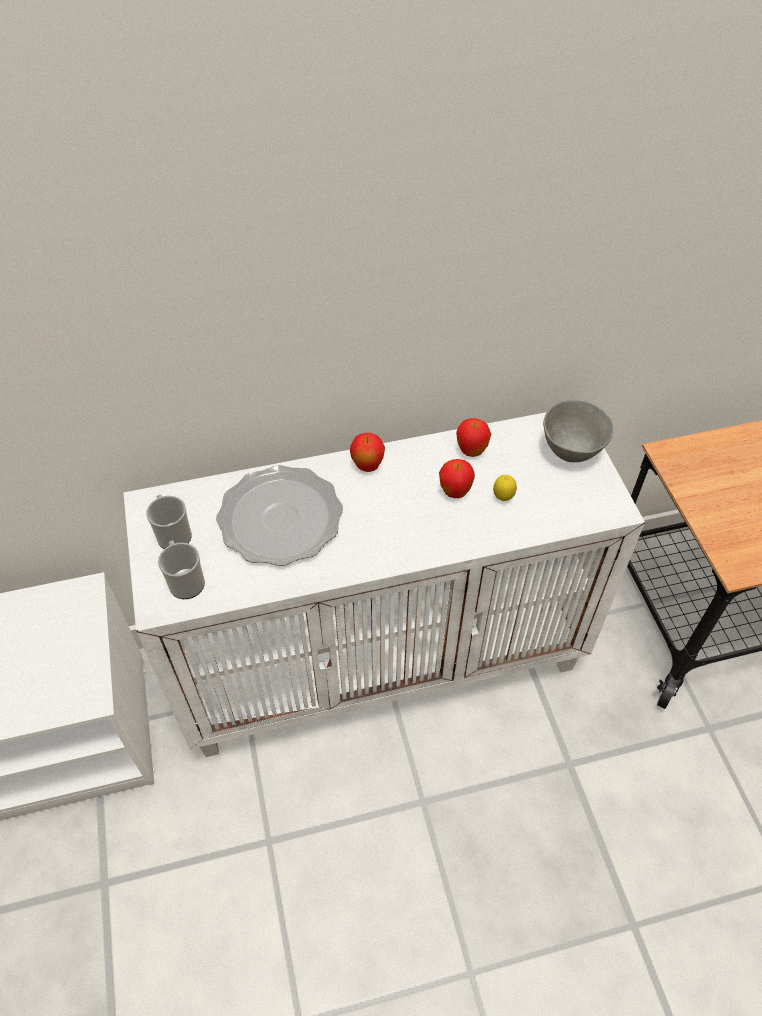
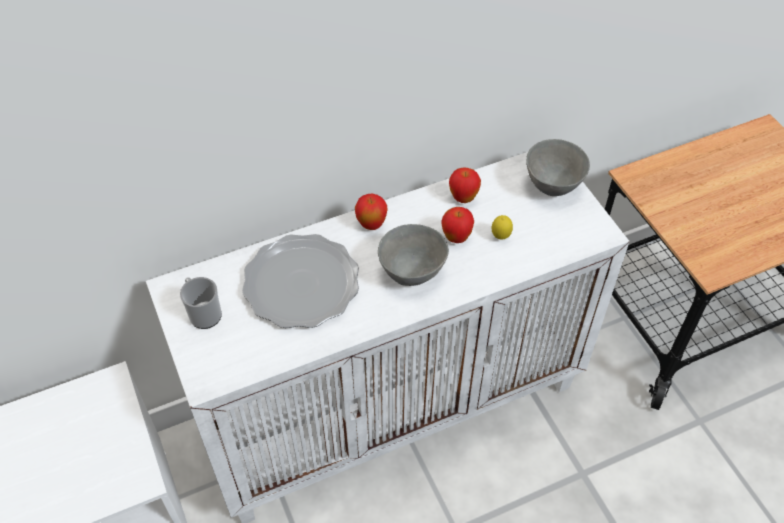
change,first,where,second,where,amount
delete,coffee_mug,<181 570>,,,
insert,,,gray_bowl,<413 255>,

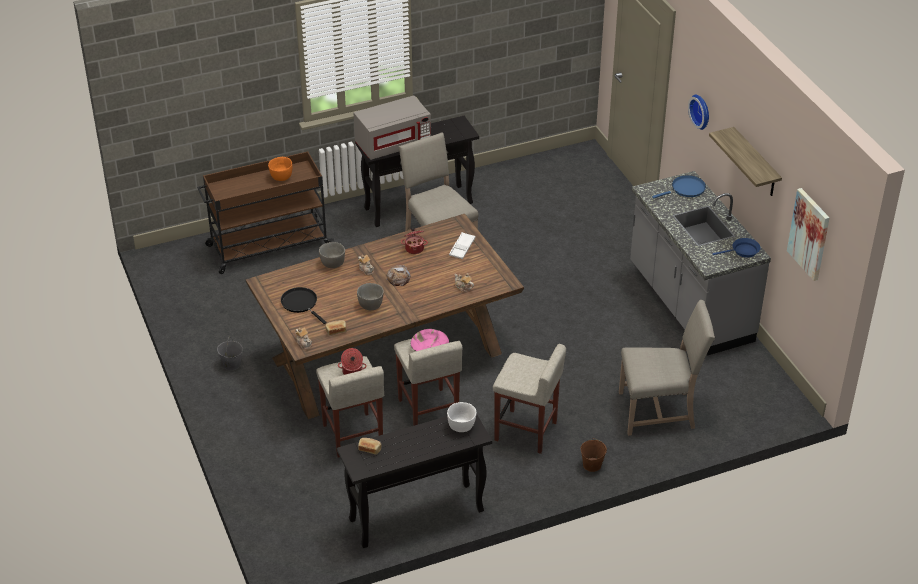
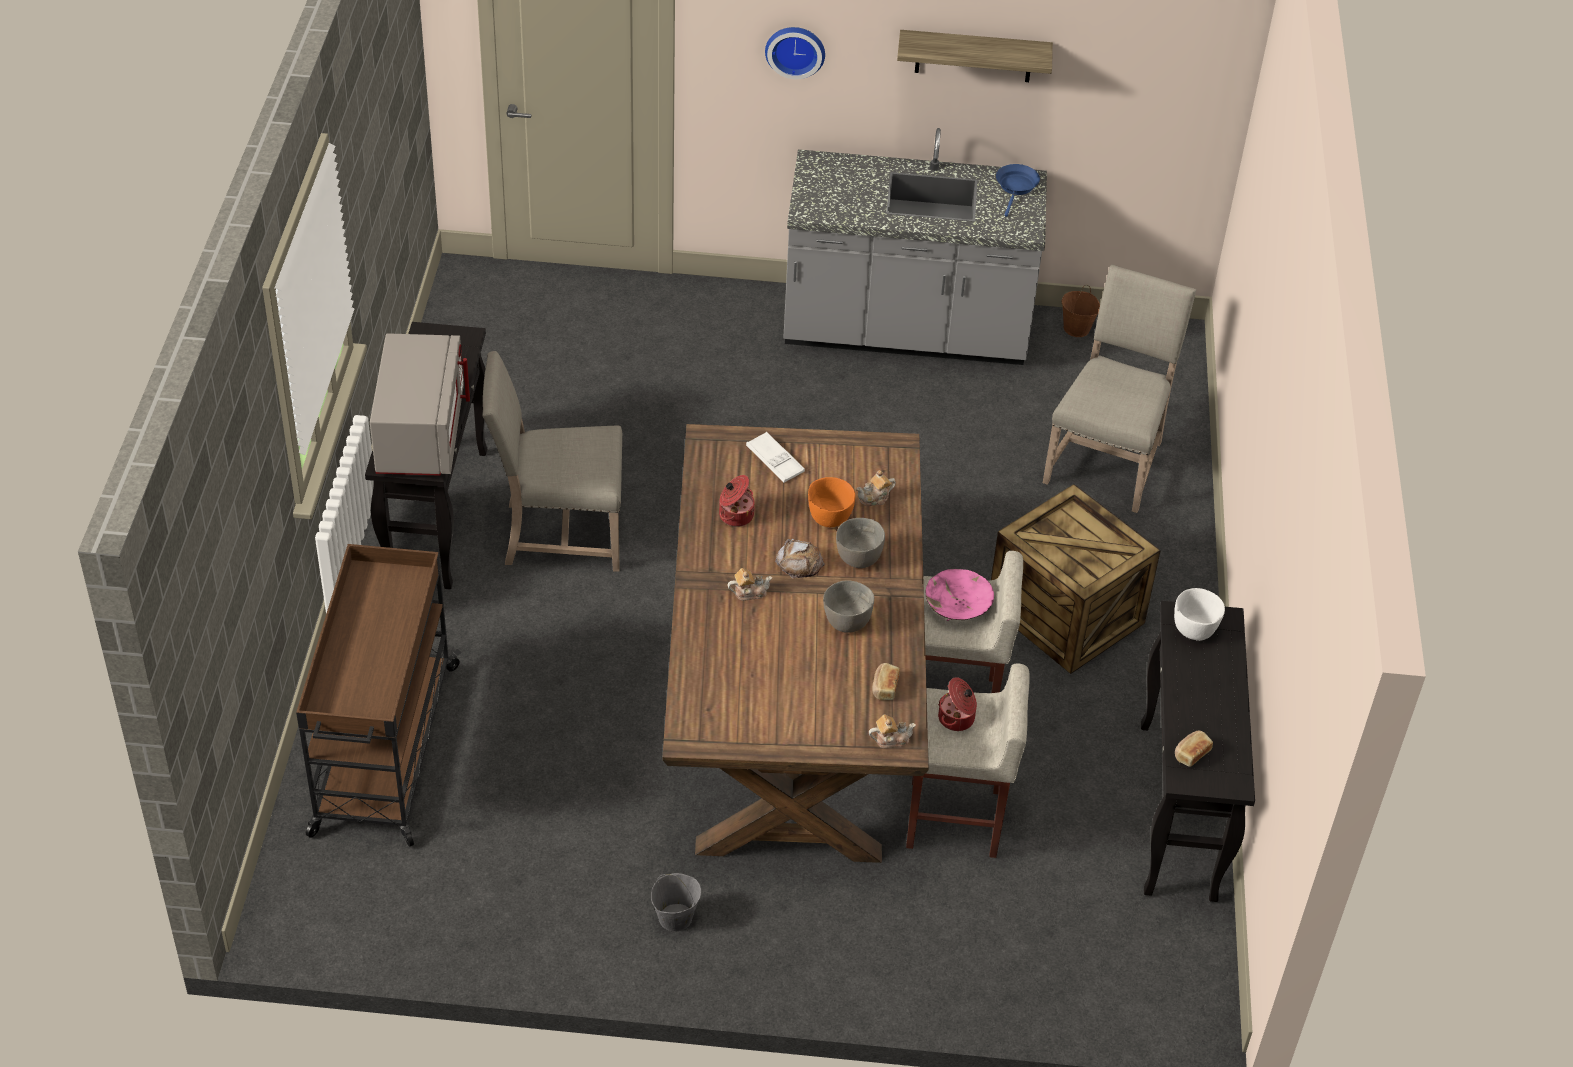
change,first,where,second,where,amount
delete,blackish_frying_pan,<303 305>,,,
delete,blue-coloured_frying_pan,<679 187>,,,
delete,wall_art,<808 234>,,,
move,orange-coloured_bowl,<280 169>,,<831 502>,
move,gray_bowl,<332 255>,,<860 543>,
move,brown-coloured_pail,<594 455>,,<1081 311>,
replace,sand-coloured_sitting_stool,<529 399>,packing_crate,<1076 579>,

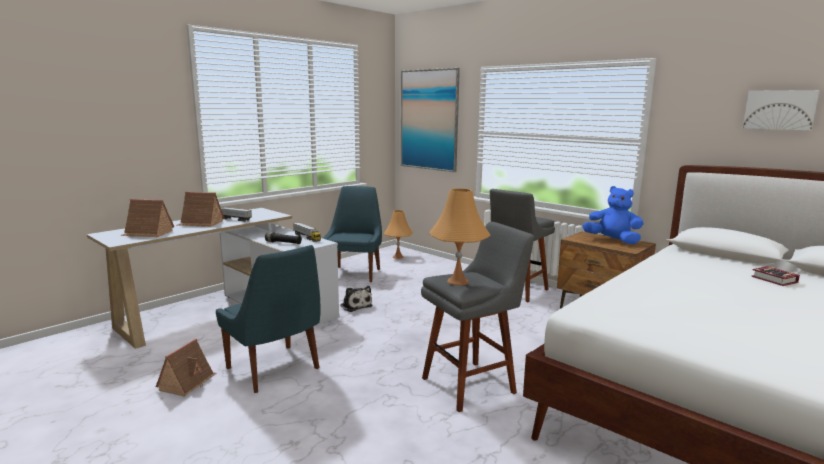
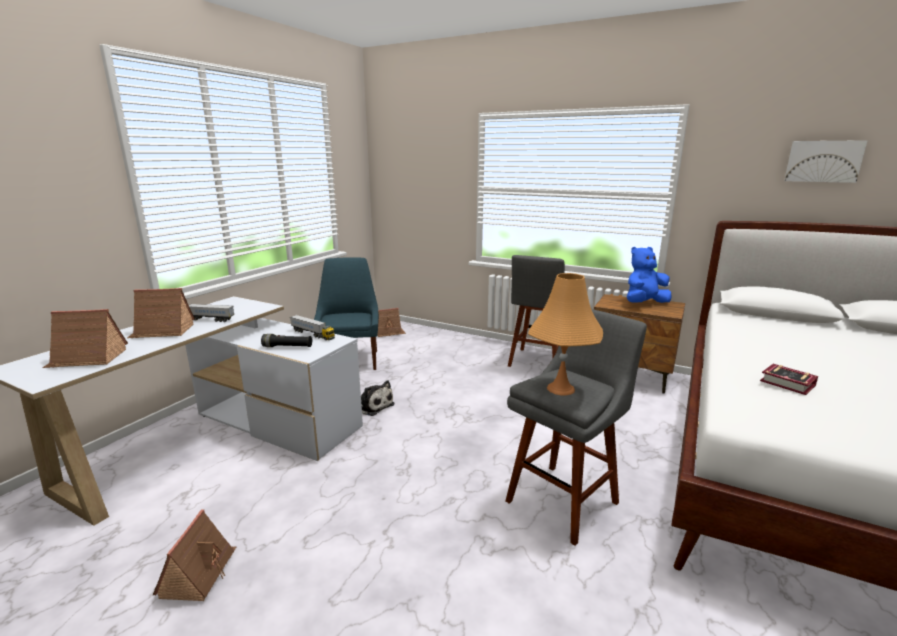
change,first,where,second,where,amount
delete,blue-coloured_chair,<268 319>,,,
delete,wall_art,<430 120>,,,
move,book,<775 276>,,<789 379>,
replace,orange-coloured_table_lamp,<398 234>,toy_house,<391 322>,
rotate,blue-coloured_cuddly_toy,<613 215>,,<649 275>,45 degrees counterclockwise

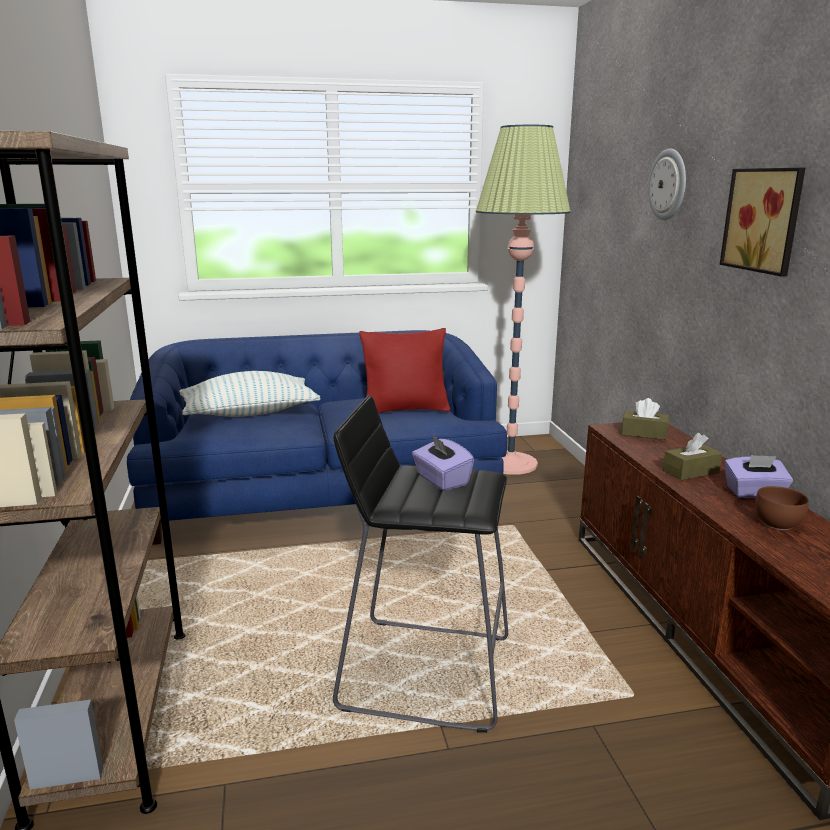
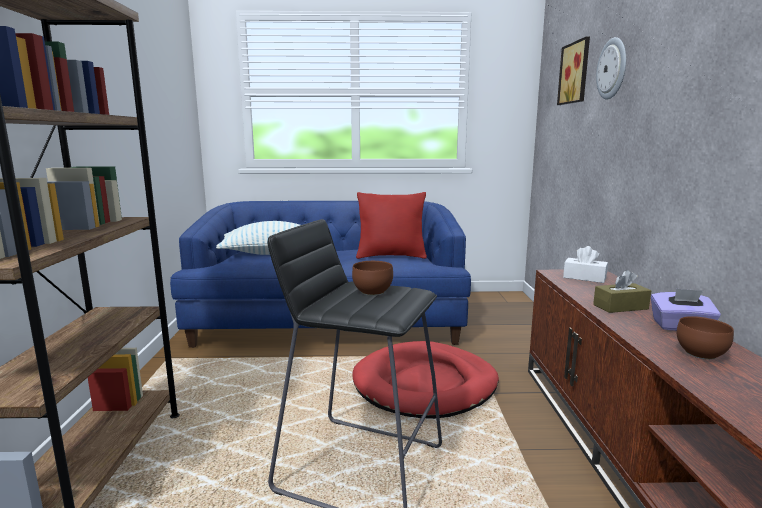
change,first,where,second,where,amount
delete,standing_lamp,<523 300>,,,
insert,,,red-coloured_pet_bed,<425 380>,
move,wall_art,<762 222>,,<573 70>,
replace,purple-coloured_tissue_box,<443 462>,brown-coloured_bowl,<372 278>,
recolor,brown-coloured_tissue_box,<645 419>,whitish_tissue_box,<585 264>,

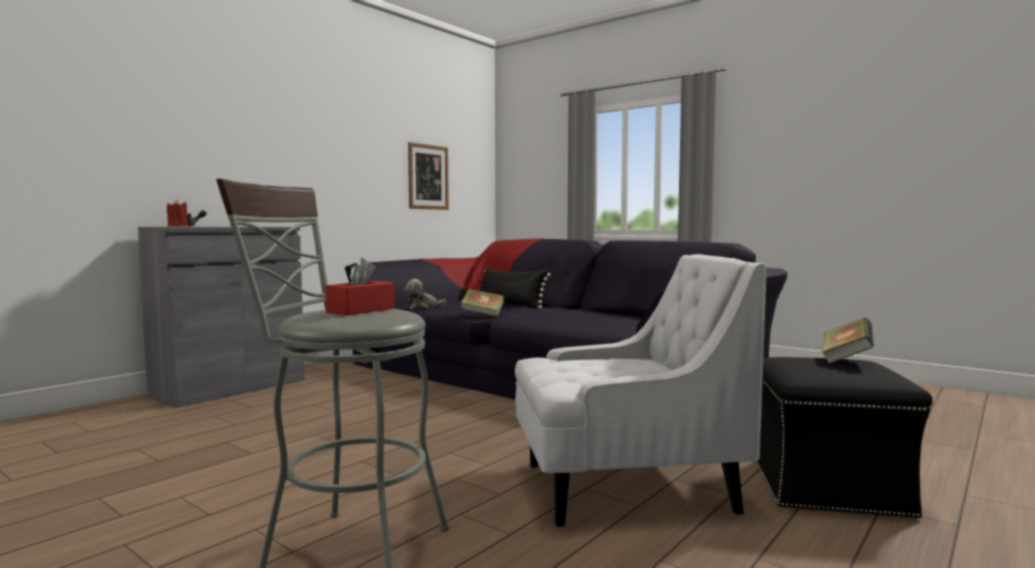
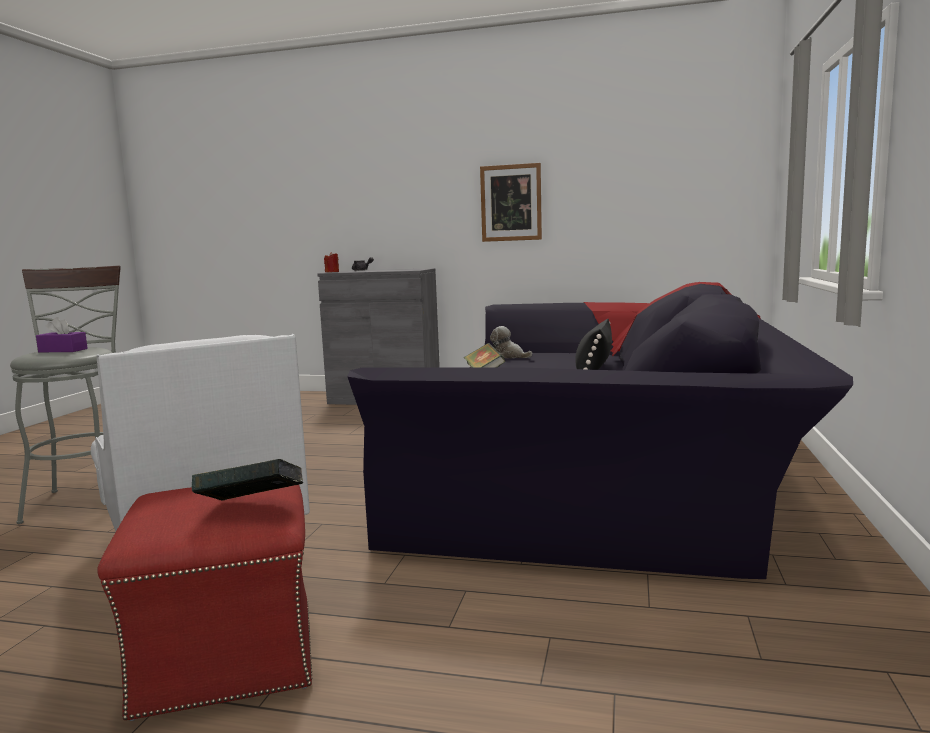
change,first,where,second,where,amount
move,wall_art,<428 176>,,<511 202>,
recolor,red-coloured_tissue_box,<360 286>,purple-coloured_tissue_box,<62 334>,
recolor,blackish_pouffe,<844 438>,red-coloured_pouffe,<204 603>,

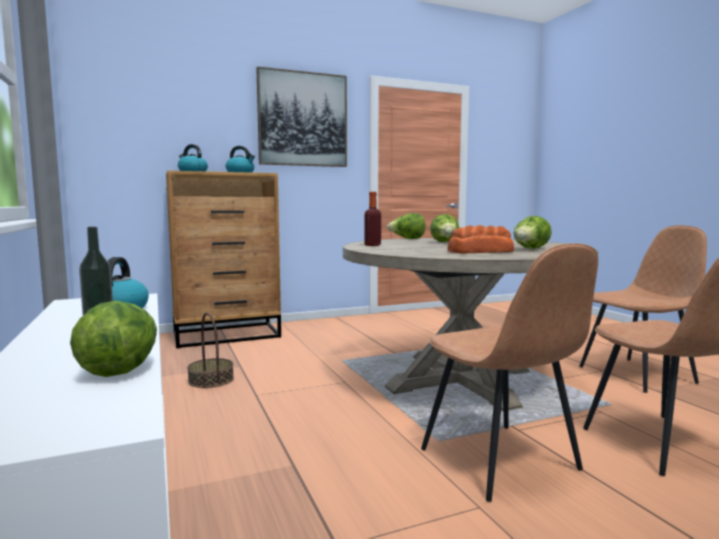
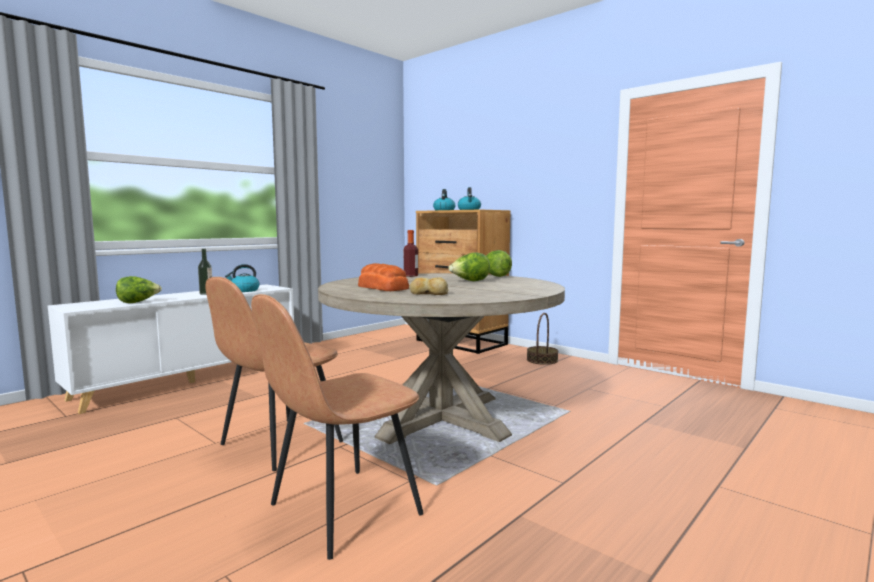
change,first,where,second,where,amount
delete,wall_art,<301 117>,,,
delete,brown-coloured_chair,<643 309>,,,
move,household_basket,<210 350>,,<542 339>,
replace,head_of_lettuce,<533 232>,bread,<428 286>,

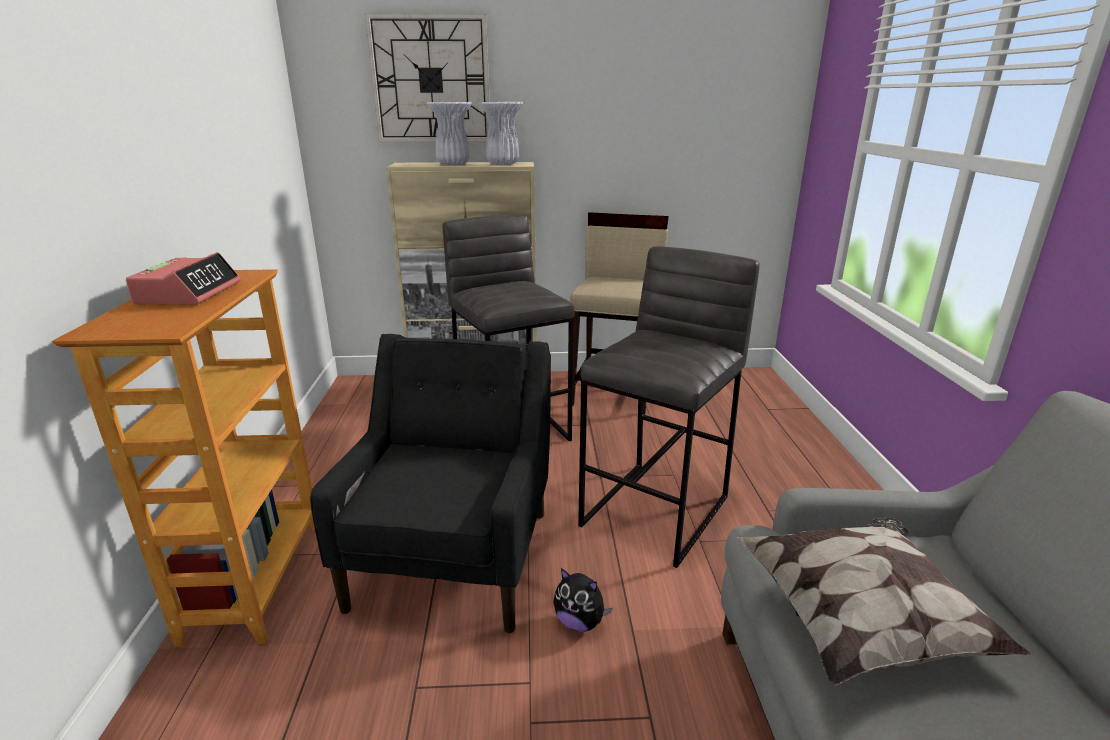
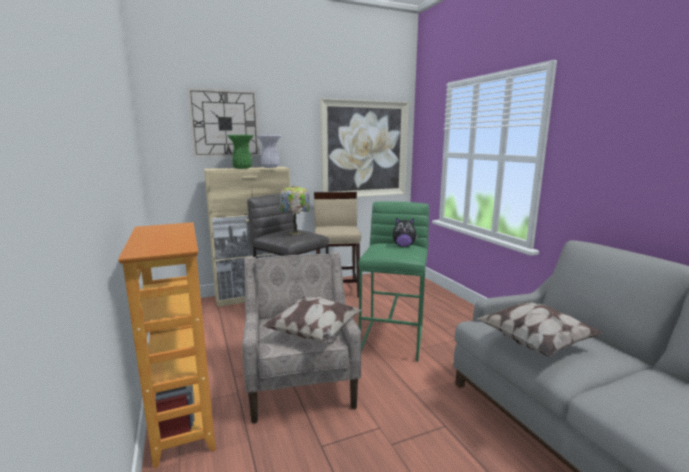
change,first,where,second,where,amount
delete,table_clock,<183 278>,,,
insert,,,pillow,<312 320>,
insert,,,table_lamp,<295 210>,
insert,,,wall_art,<364 147>,
move,cuddly_toy,<583 600>,,<405 232>,
recolor,blackish_easy_chair,<430 483>,sand-coloured_easy_chair,<301 338>,
recolor,whitish_flower_vase,<449 133>,greenish_flower_vase,<240 152>,
recolor,gray_sitting_stool,<669 407>,greenish_sitting_stool,<393 281>,

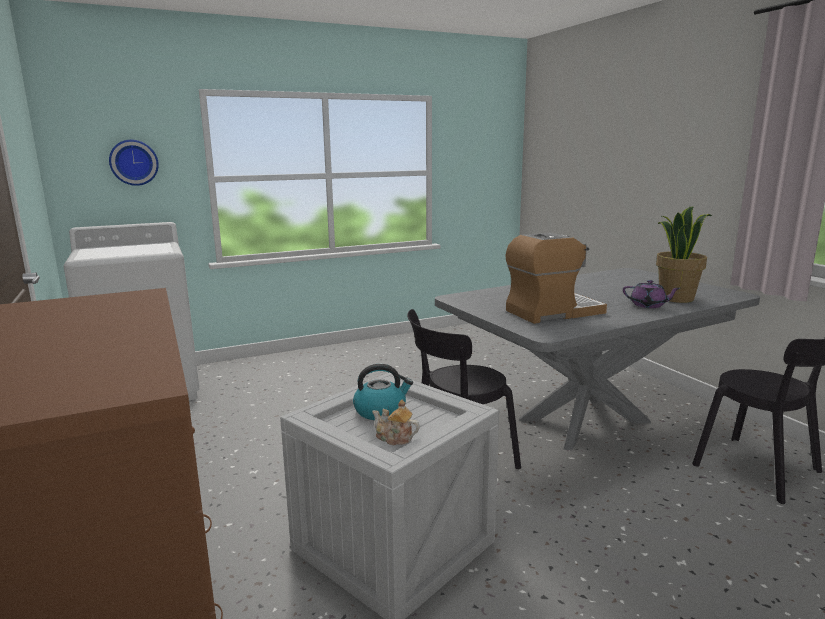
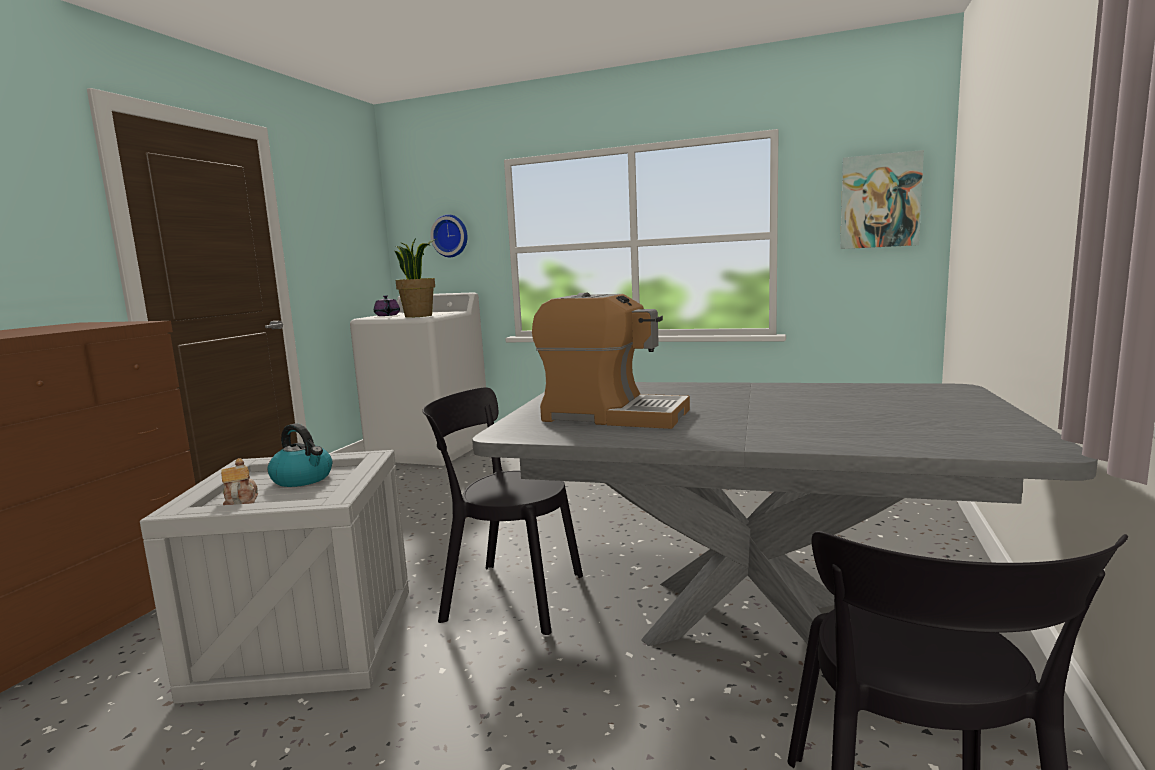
change,first,where,second,where,amount
insert,,,wall_art,<882 199>,
move,purple-coloured_teapot,<651 294>,,<387 305>,
move,plant_in_a_pot,<684 254>,,<415 278>,

